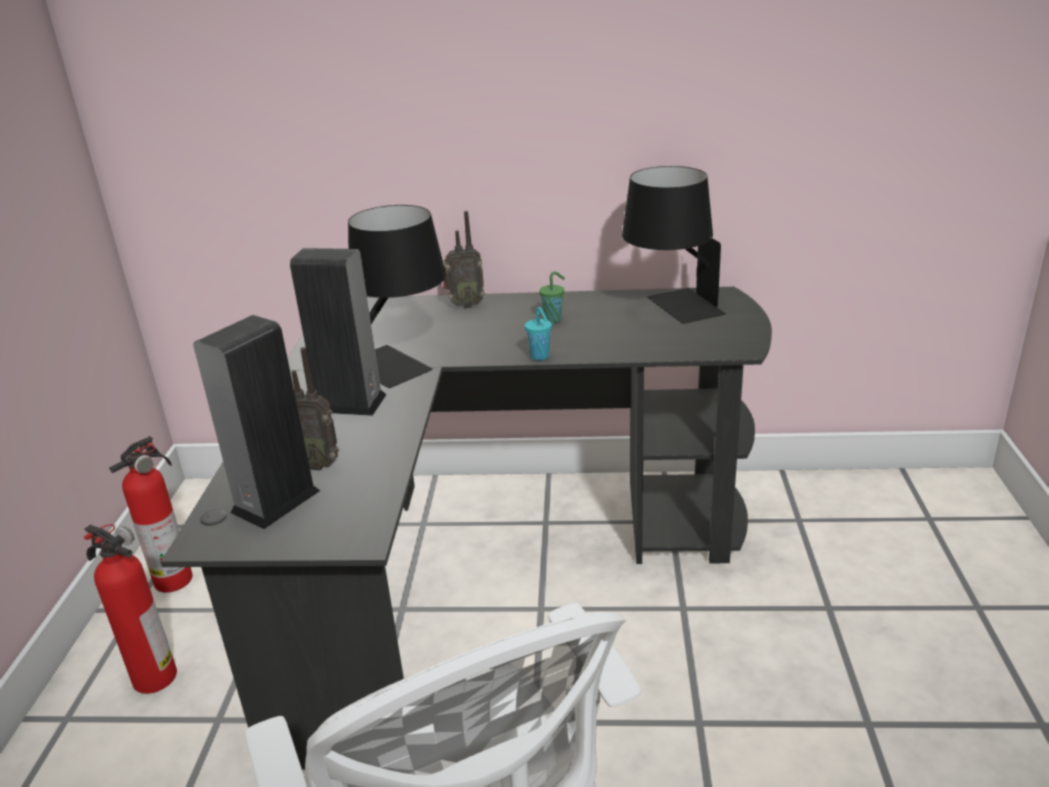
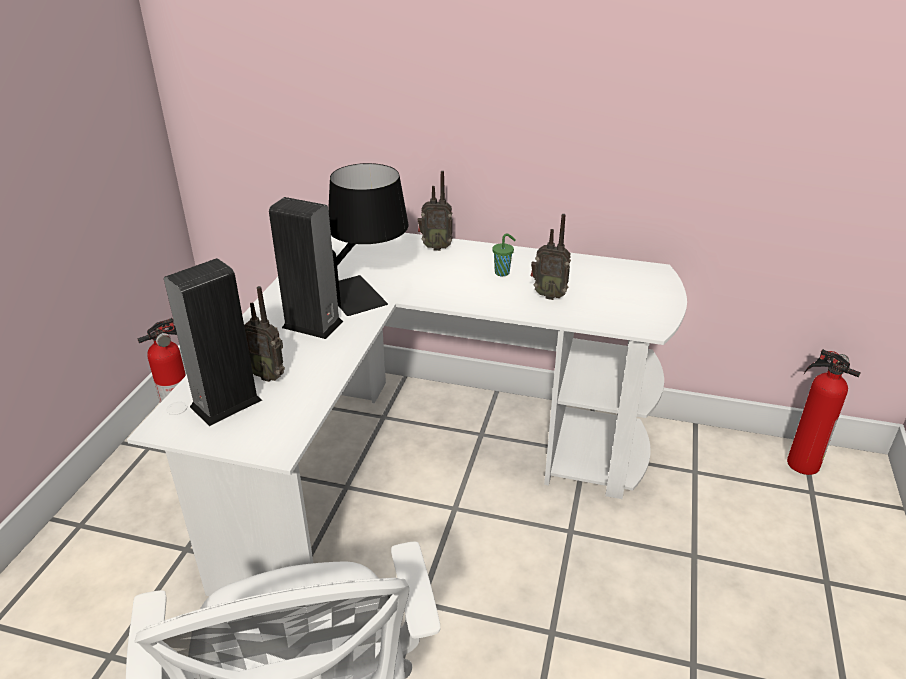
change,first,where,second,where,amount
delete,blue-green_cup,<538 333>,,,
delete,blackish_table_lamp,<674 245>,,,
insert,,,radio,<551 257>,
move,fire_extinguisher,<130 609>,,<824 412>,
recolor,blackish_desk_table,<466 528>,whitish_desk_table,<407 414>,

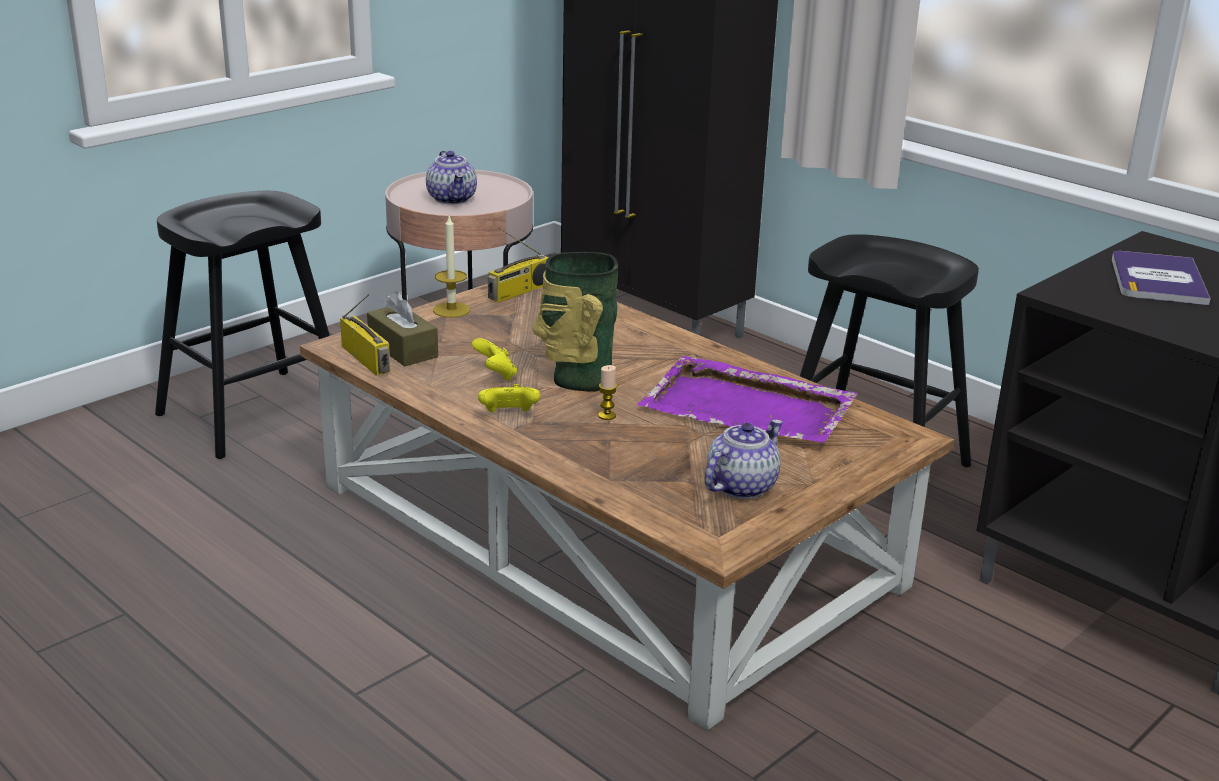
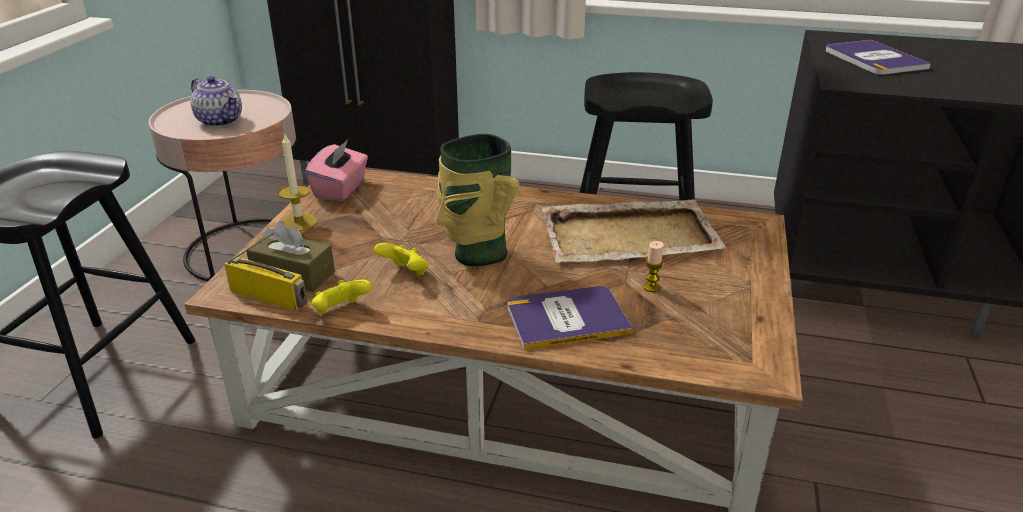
change,first,where,second,where,amount
delete,teapot,<744 459>,,,
insert,,,book,<570 318>,
move,yellowish_game_controller,<509 398>,,<342 297>,
move,wax_light,<607 392>,,<653 266>,
replace,radio,<518 265>,pink_tissue_box,<336 170>,
recolor,purple-coloured_tray,<747 399>,sand-coloured_tray,<634 231>,

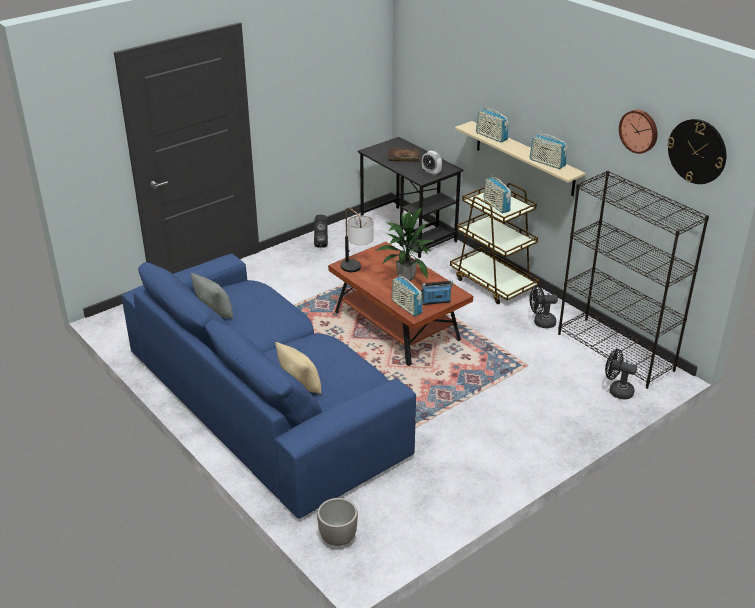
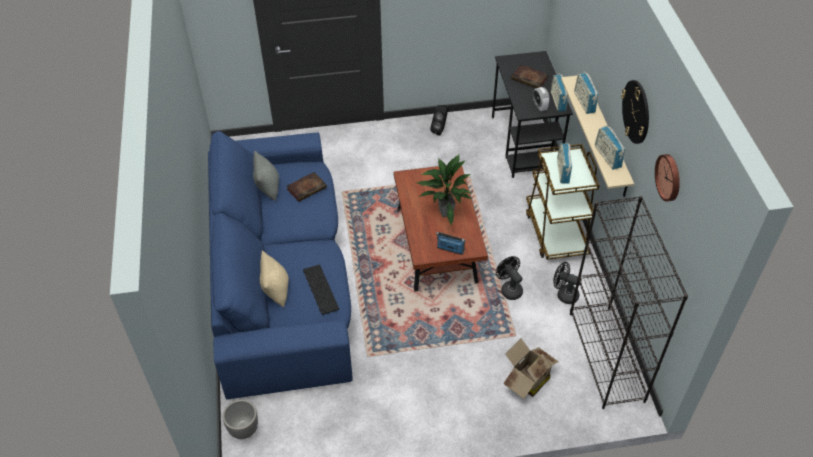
change,first,where,second,where,amount
delete,table_lamp,<357 240>,,,
insert,,,book,<307 187>,
insert,,,keyboard,<321 289>,
insert,,,packing_box,<531 368>,
move,radio,<406 295>,,<559 92>,
move,blackish_electric_fan,<621 374>,,<509 278>,
move,hanging_clock,<696 151>,,<635 112>,

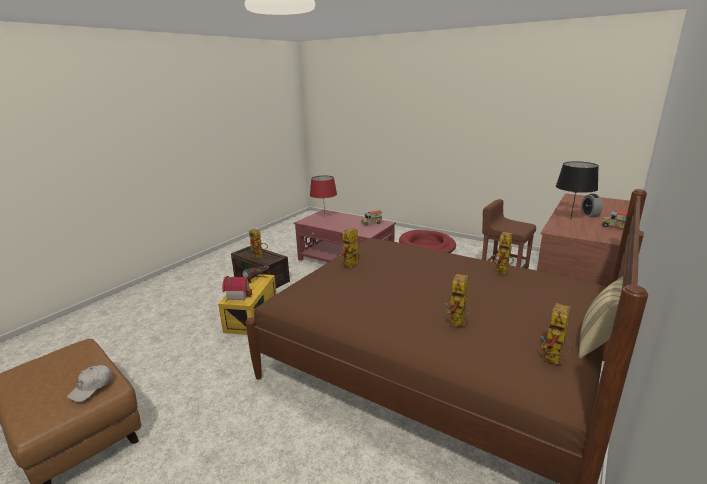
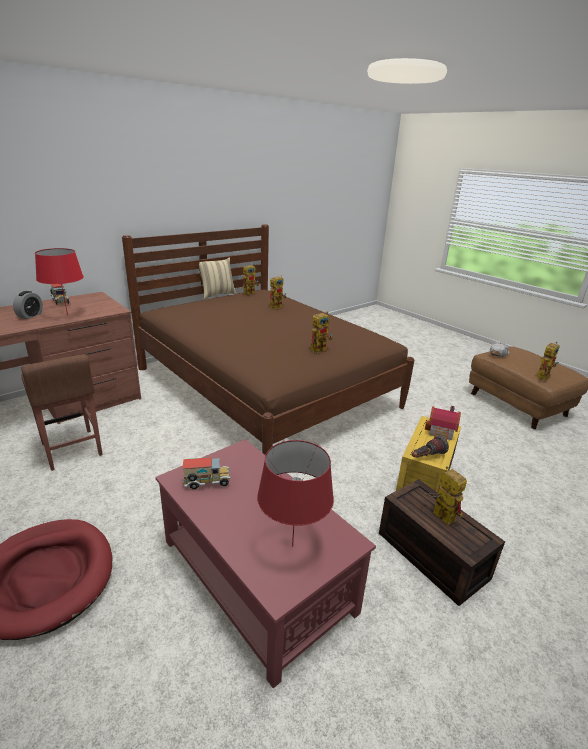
change,first,where,second,where,amount
move,robot_figure,<504 253>,,<548 361>,
recolor,blackish_table_lamp,<577 189>,red-coloured_table_lamp,<59 281>,

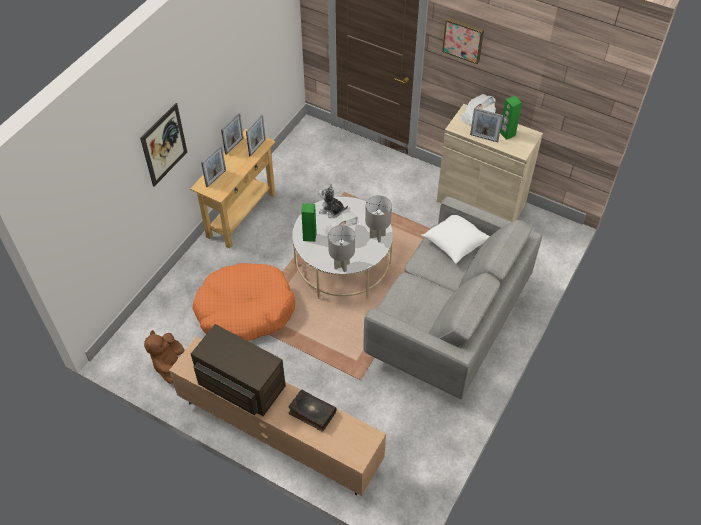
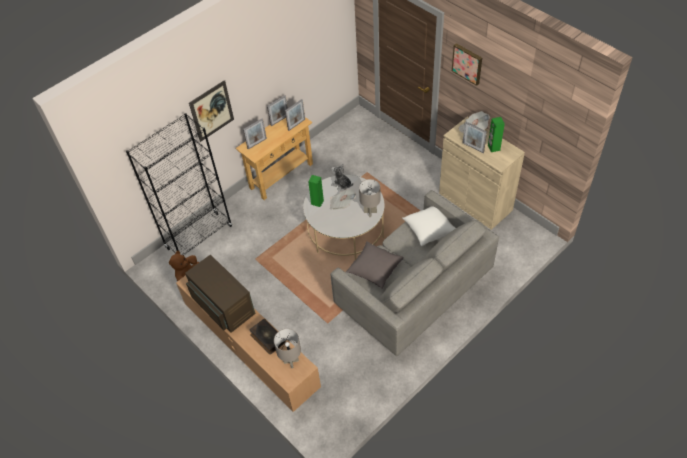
change,first,where,second,where,amount
delete,orange-coloured_pet_bed,<244 302>,,,
insert,,,blackish_bookshelf,<179 184>,
insert,,,gray_pillow,<375 265>,
move,gray_table_lamp,<341 248>,,<287 348>,

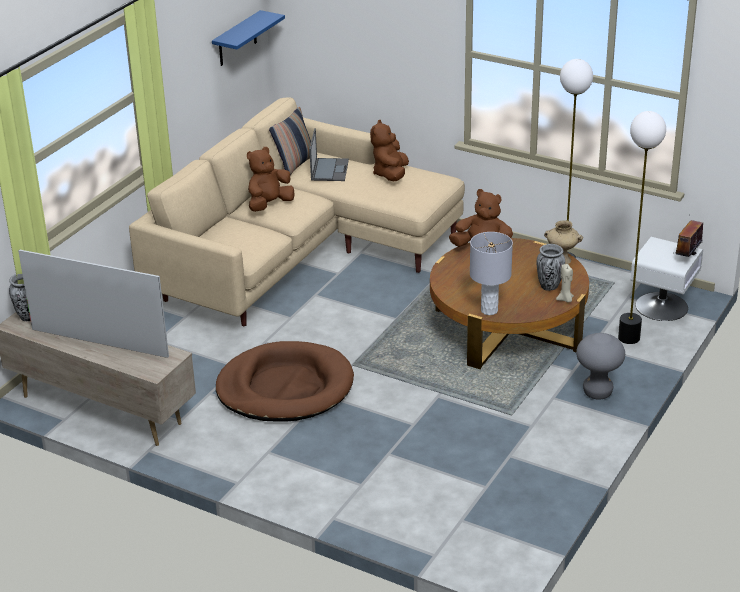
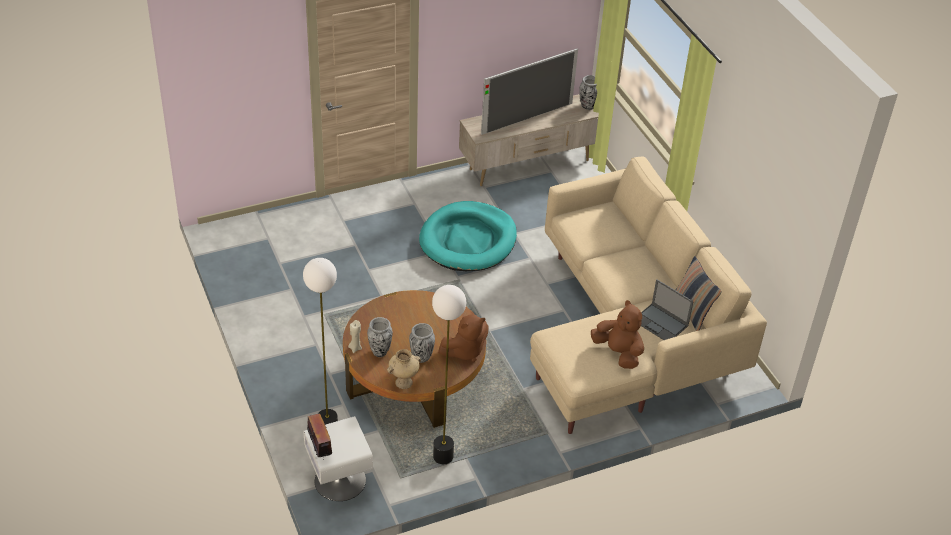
change,first,where,second,where,amount
delete,blue-coloured_wall_shelf,<248 38>,,,
delete,brown-coloured_cuddly_toy,<271 179>,,,
delete,gray_table_lamp,<491 273>,,,
delete,gray_sitting_stool,<600 366>,,,
insert,,,flower_vase,<422 343>,
recolor,brown-coloured_pet_bed,<285 381>,blue-green_pet_bed,<468 236>,

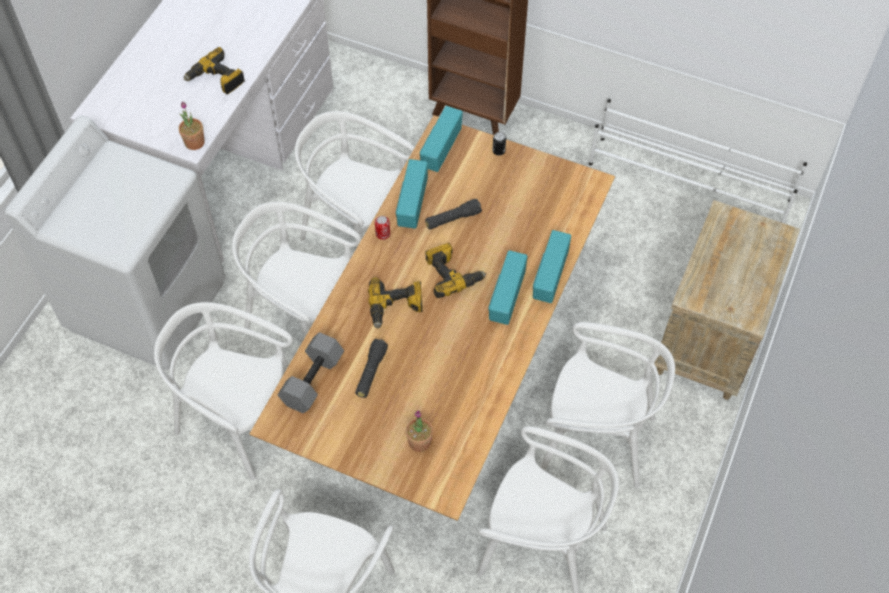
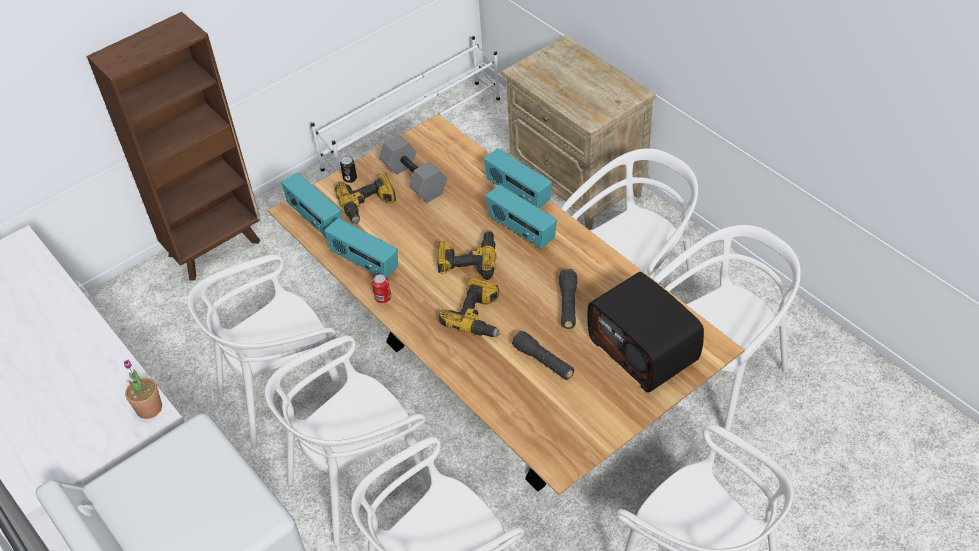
change,first,where,second,where,amount
move,power_drill,<214 70>,,<365 198>,
move,gray_dumbbell,<311 372>,,<413 169>,
move,blackish_hand_torch,<453 214>,,<568 299>,
replace,plant_in_a_pot,<419 431>,radio,<645 332>,

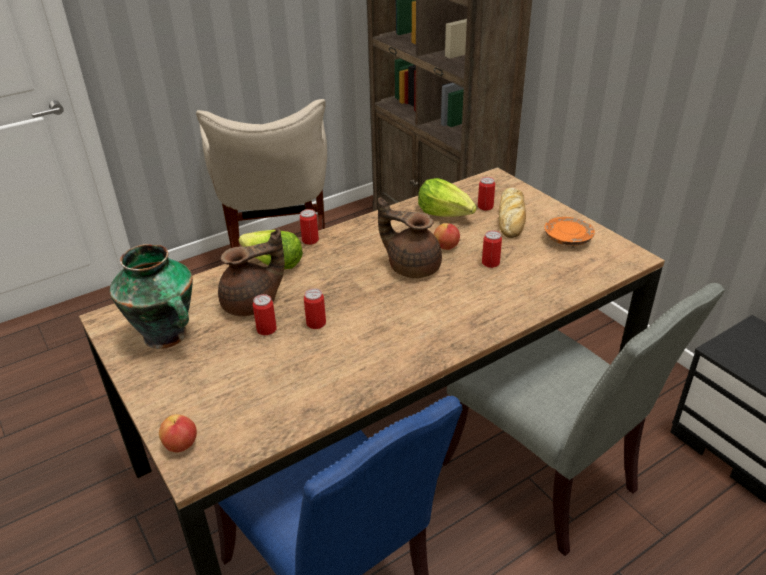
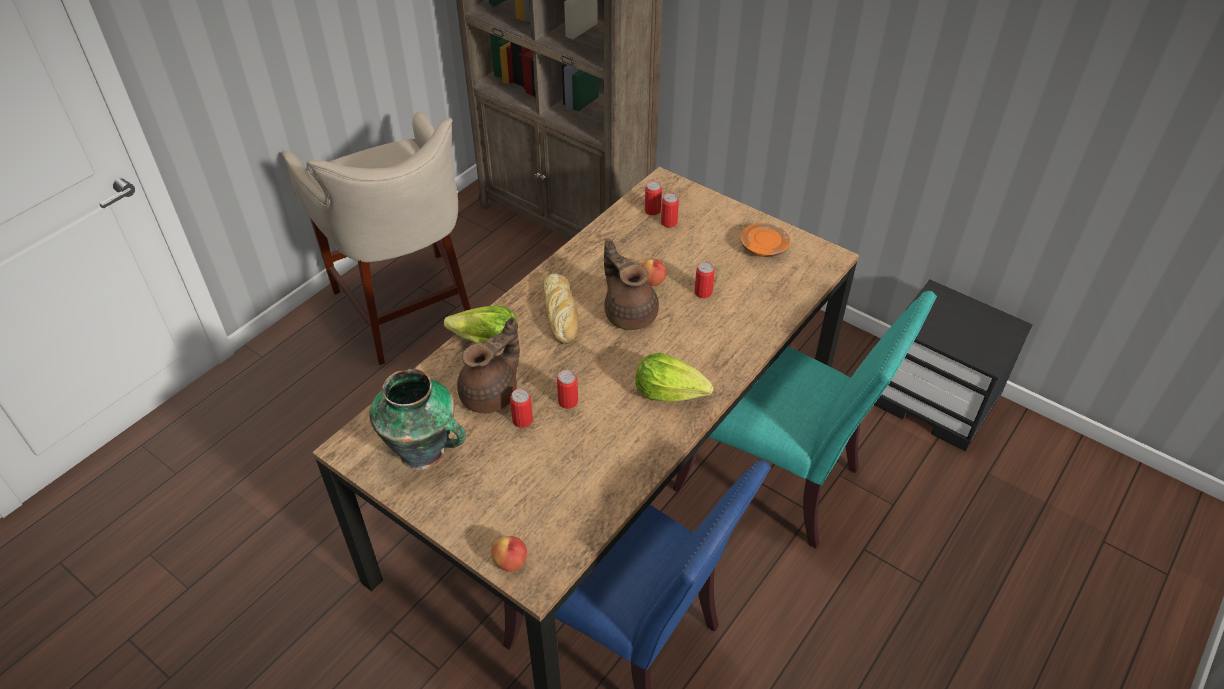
change,first,where,second,where,amount
move,can,<309 227>,,<653 198>,
move,head_of_lettuce,<447 197>,,<674 377>,
move,bread,<512 213>,,<561 309>,
recolor,gray_chair,<583 419>,blue-green_chair,<805 419>,
rotate,brown-coloured_teapot,<410 237>,,<631 284>,45 degrees clockwise

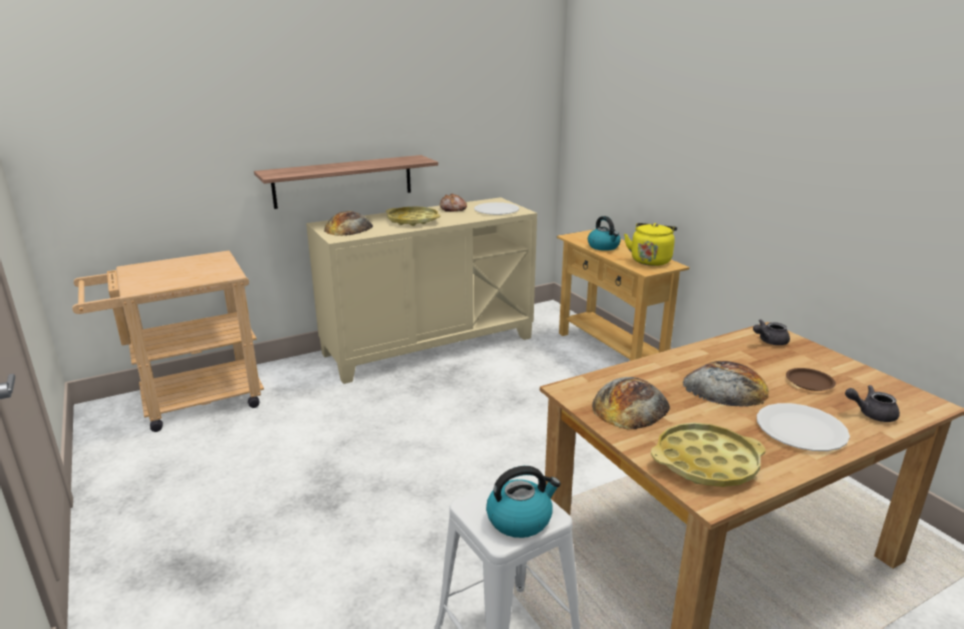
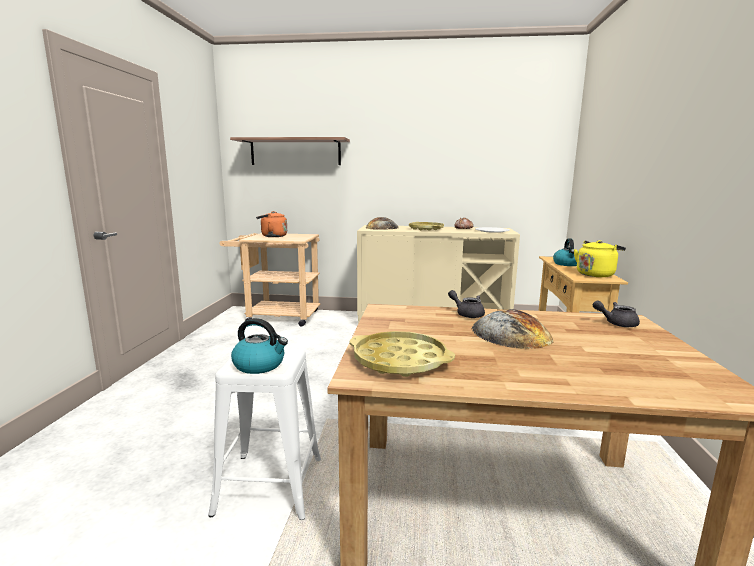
change,first,where,second,where,amount
delete,bread,<631 403>,,,
delete,whitish_dinner_plate,<803 427>,,,
delete,brown-coloured_dinner_plate,<811 379>,,,
insert,,,orange-coloured_kettle,<271 224>,
move,wall_shelf,<346 182>,,<290 151>,
move,gray_teapot,<872 403>,,<466 304>,

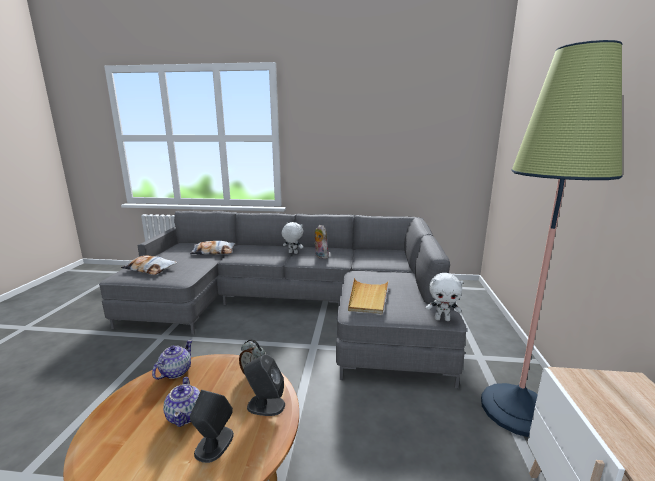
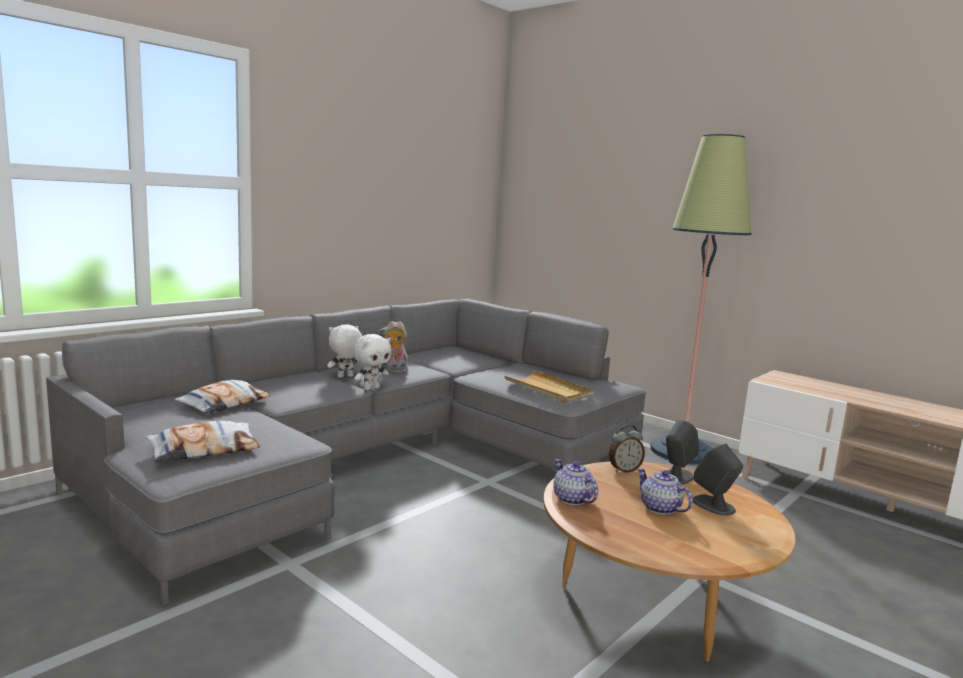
change,first,where,second,where,amount
move,whitish_cuddly_toy,<444 297>,,<372 362>,
rotate,teapot,<181 402>,,<665 491>,150 degrees counterclockwise

